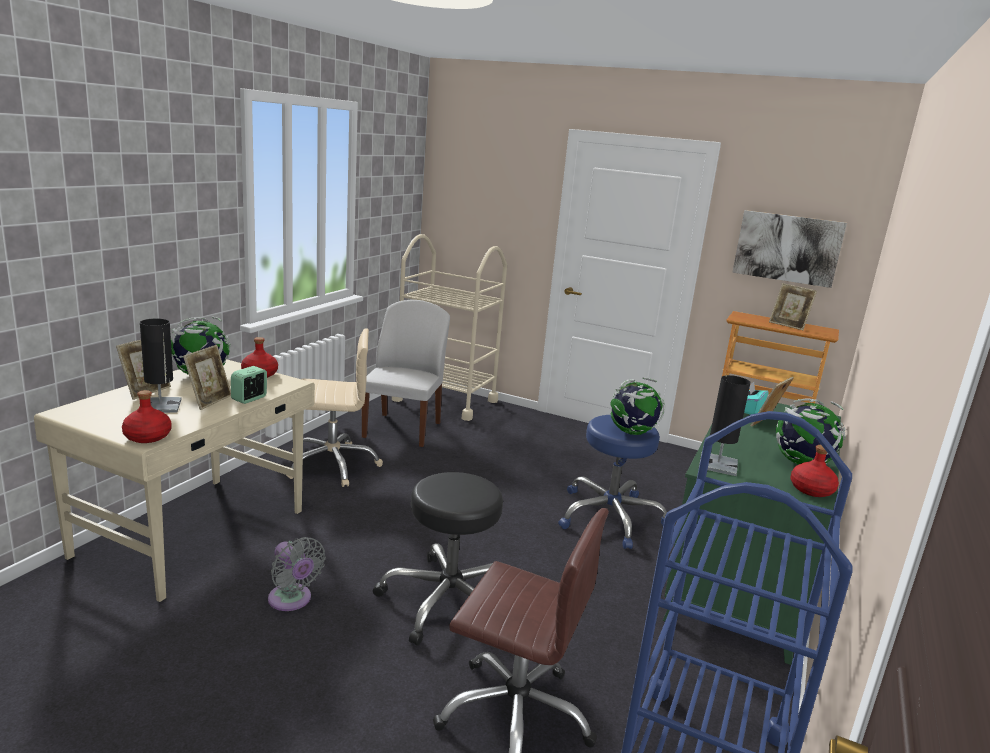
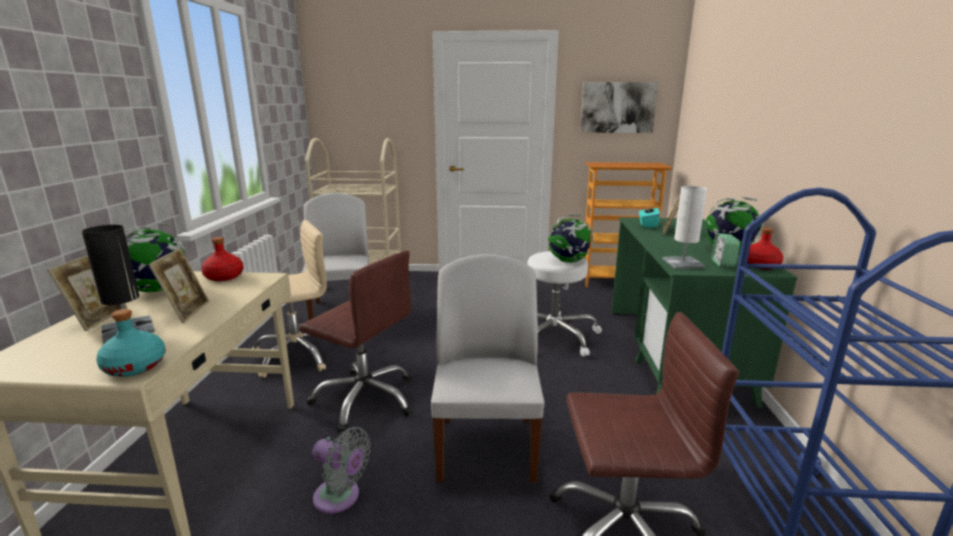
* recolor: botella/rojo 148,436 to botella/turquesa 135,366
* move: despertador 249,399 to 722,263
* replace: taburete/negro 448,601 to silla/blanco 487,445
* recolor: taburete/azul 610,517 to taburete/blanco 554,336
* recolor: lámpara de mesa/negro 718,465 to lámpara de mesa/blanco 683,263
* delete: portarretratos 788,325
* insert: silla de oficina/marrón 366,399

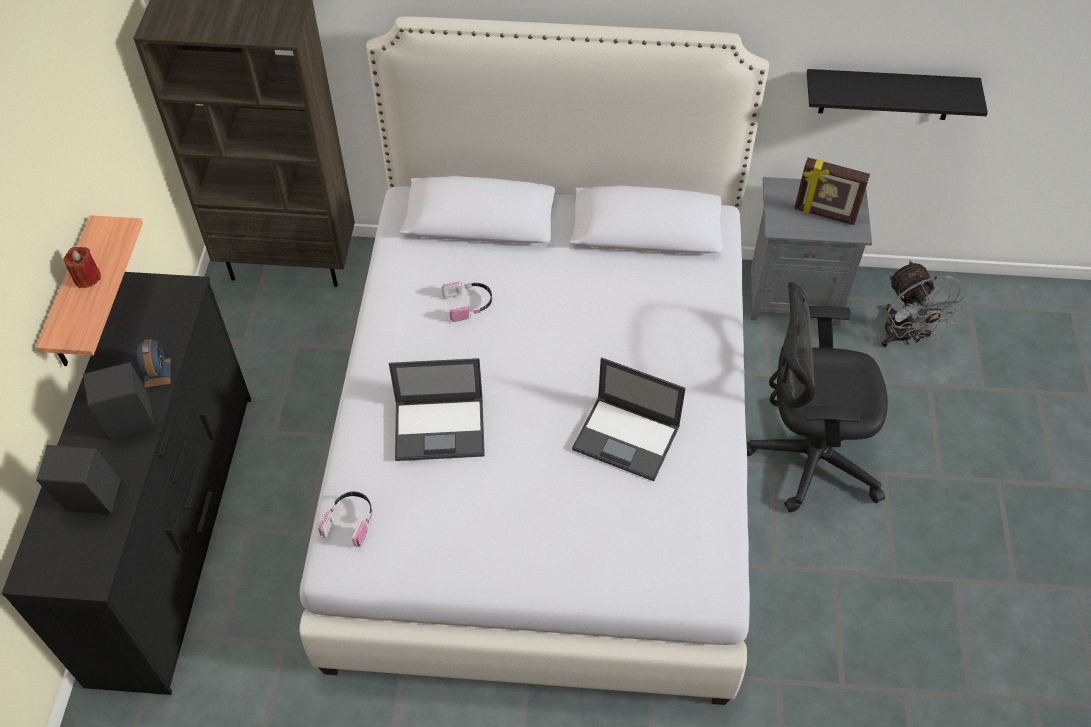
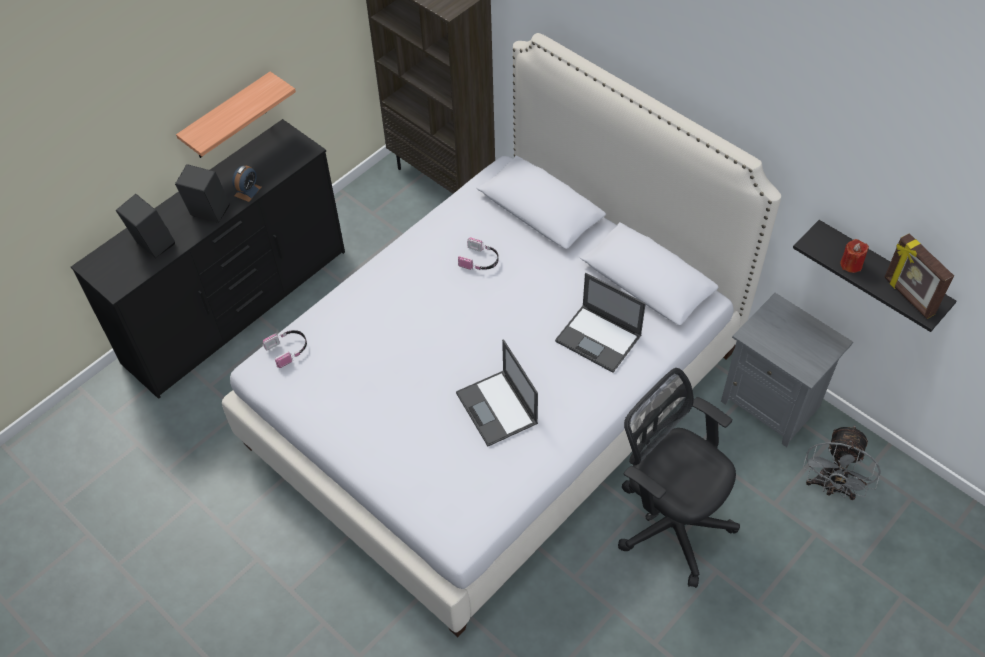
* move: vela/rojo 87,277 to 851,264
* move: portátil 441,428 to 599,339
* move: portarretratos 824,214 to 908,296

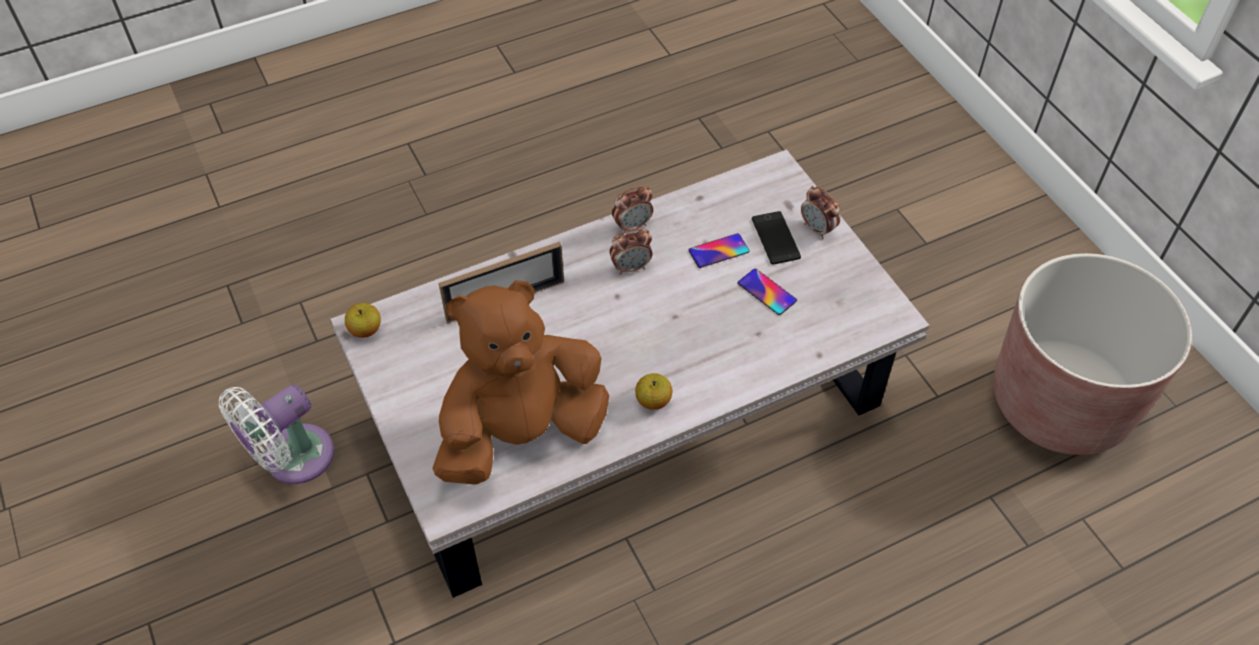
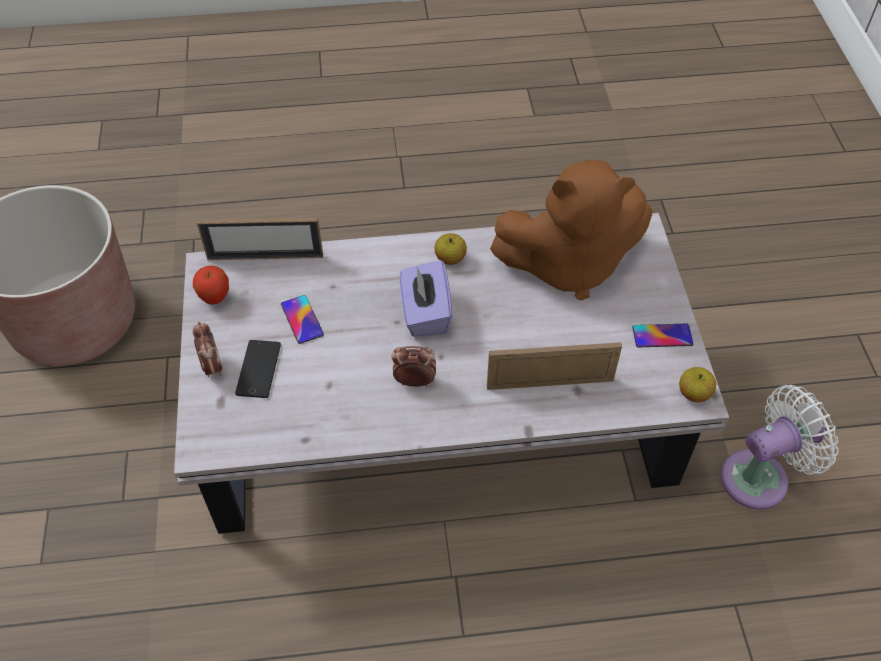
* delete: despertador 632,226
* move: móvil 718,251 to 662,336
* insert: manzana 215,298
* insert: portarretratos 265,257
* insert: caja de pañuelos/morado 425,313

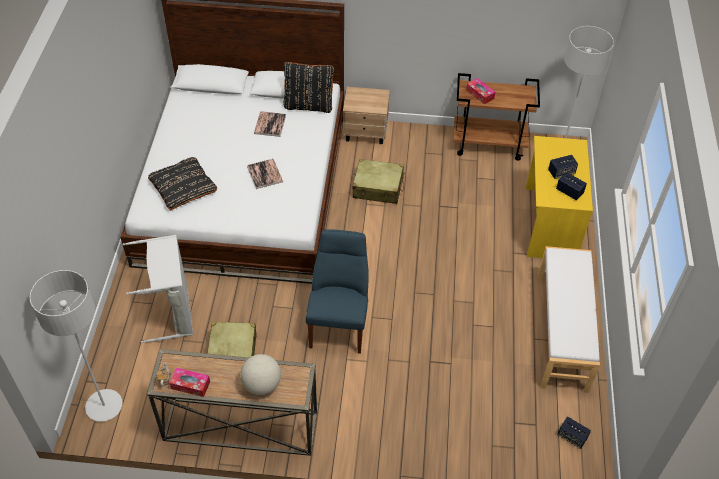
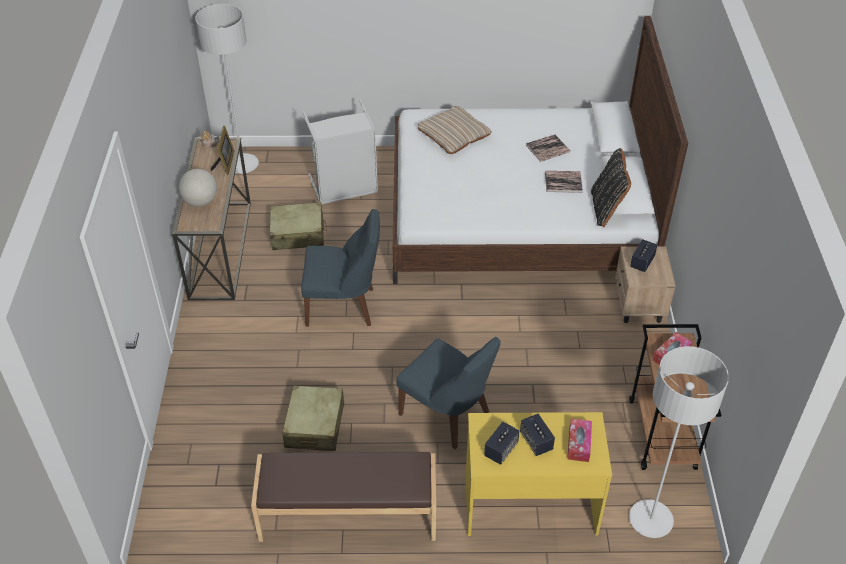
* recolor: cojín/negro 183,186 to cojín/beis 454,134
* move: caja de pañuelos 190,385 to 579,444
* move: libro 265,174 to 547,149
* move: maleta/beis 378,188 to 314,426
* recolor: banco/blanco 562,331 to banco/marrón 348,516
* move: altavoz 572,437 to 642,262
* insert: portarretratos 225,163
* insert: silla/azul 447,415

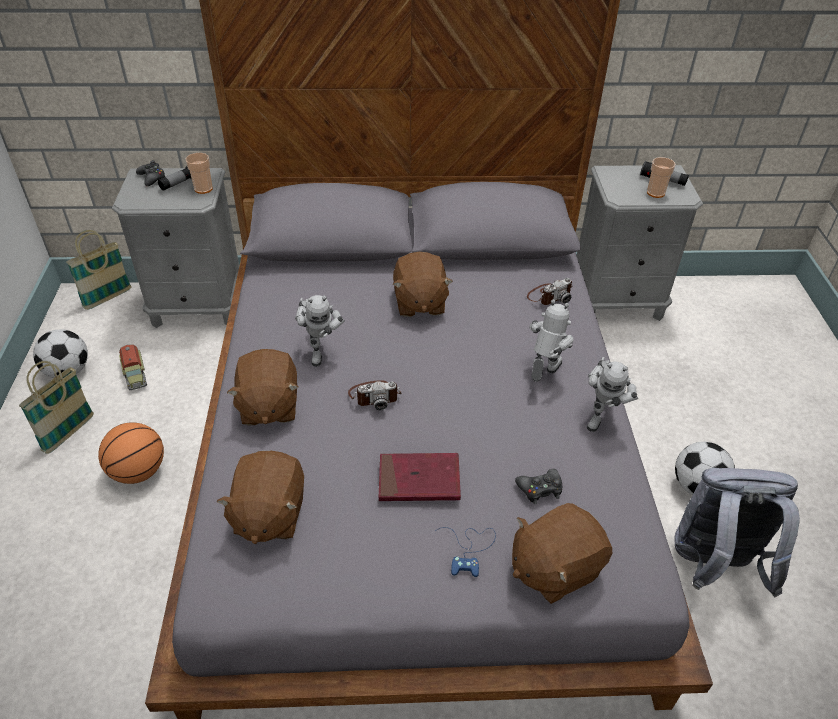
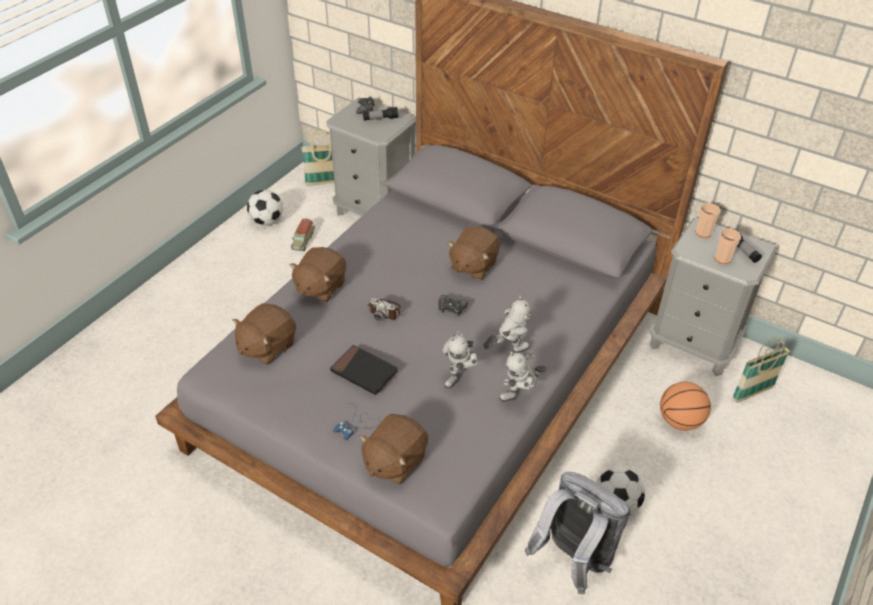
* move: cesta 69,433 to 752,393
* move: balón de baloncesto 139,471 to 680,421
* move: taza 203,189 to 703,232
* move: robot de juguete 321,350 to 460,376
* recolor: libro/rojo 419,480 to libro/negro 364,372
* rotate: peluche/marrón 554,567 = 394,461 60 degrees counterclockwise
* move: mando de consola/negro 540,489 to 451,308
* delete: cámara 549,296

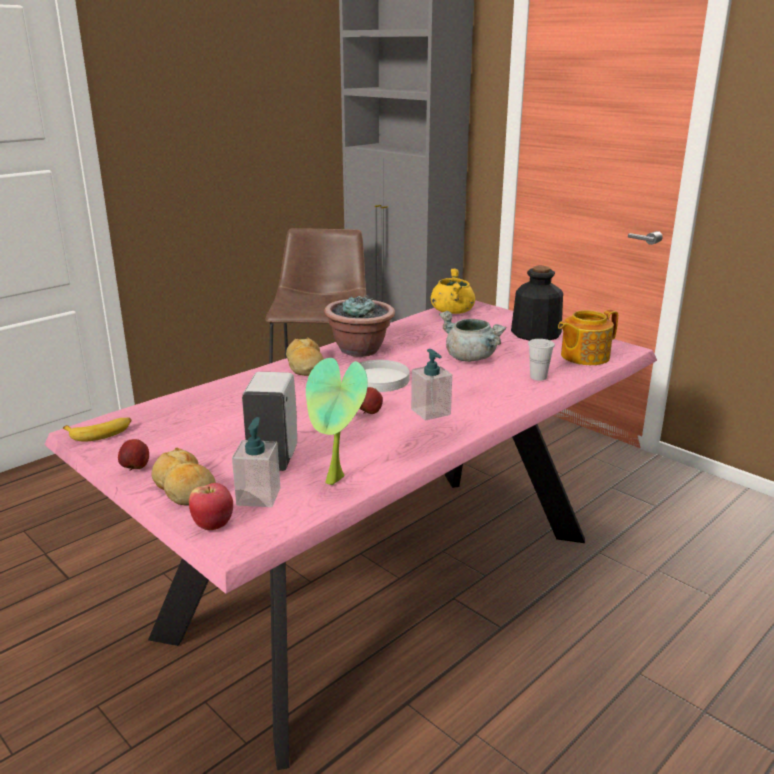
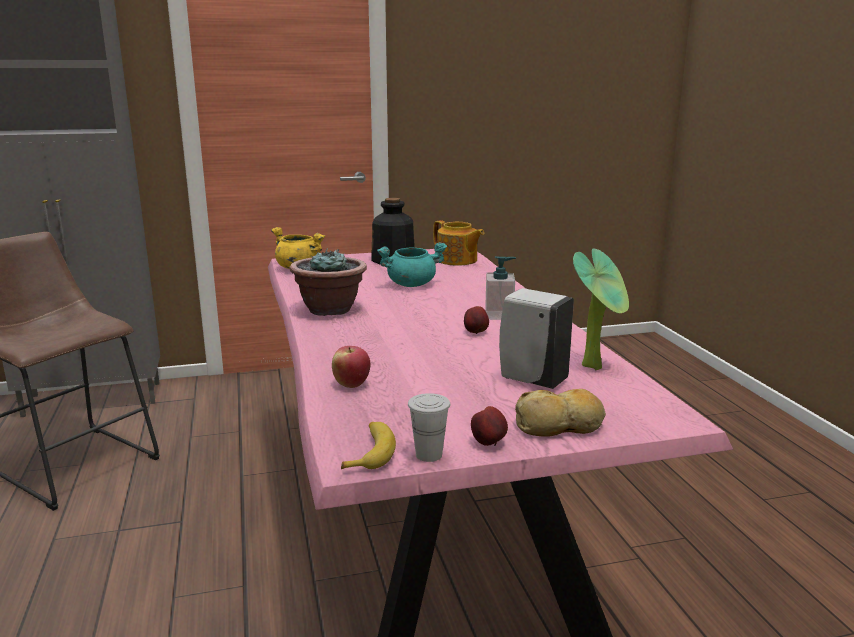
* move: manzana 213,525 to 351,384
* delete: dispensador de jabón 258,496
* delete: pan 305,366
* delete: plato/blanco 378,379
* recolor: olla/gris 471,358 to olla/turquesa 411,284
* move: taza/blanco 538,377 to 429,455
* rotate: tetera 583,356 = 457,260 45 degrees counterclockwise

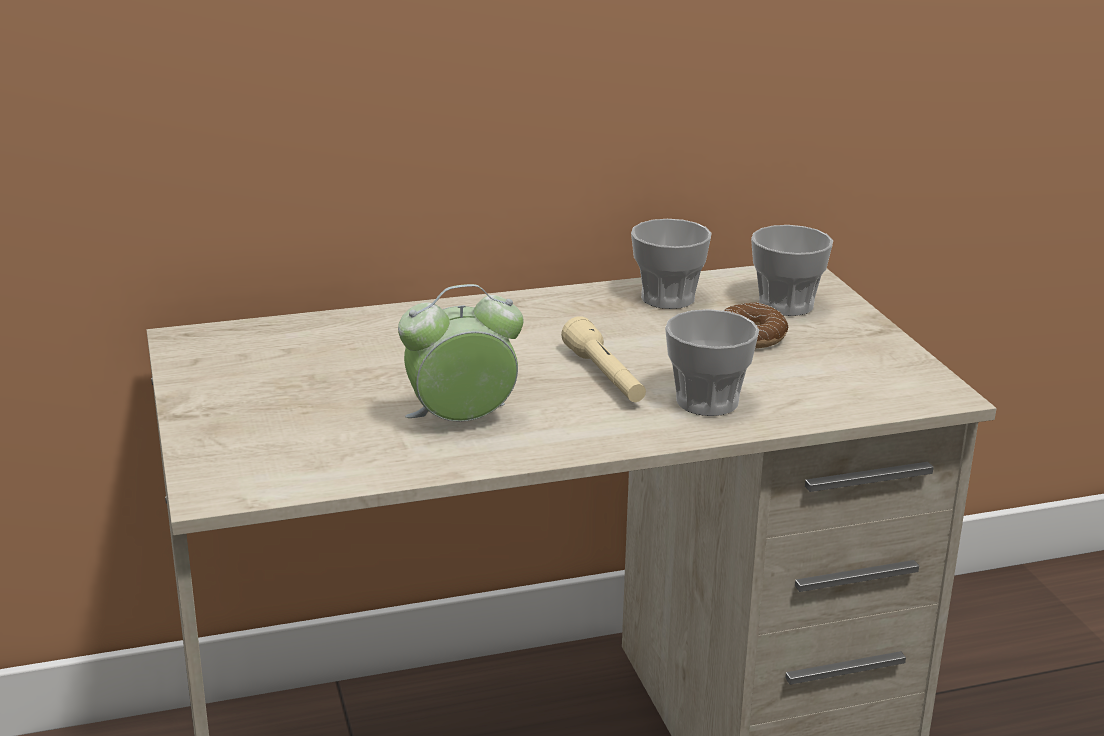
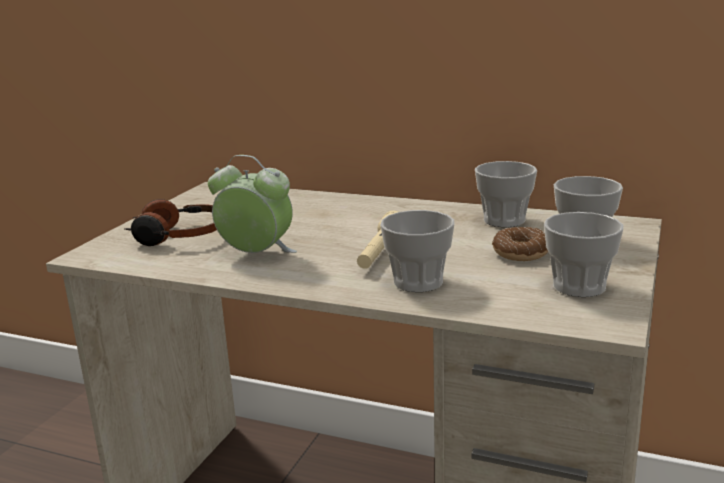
* insert: auriculares 179,236
* insert: taza 579,286

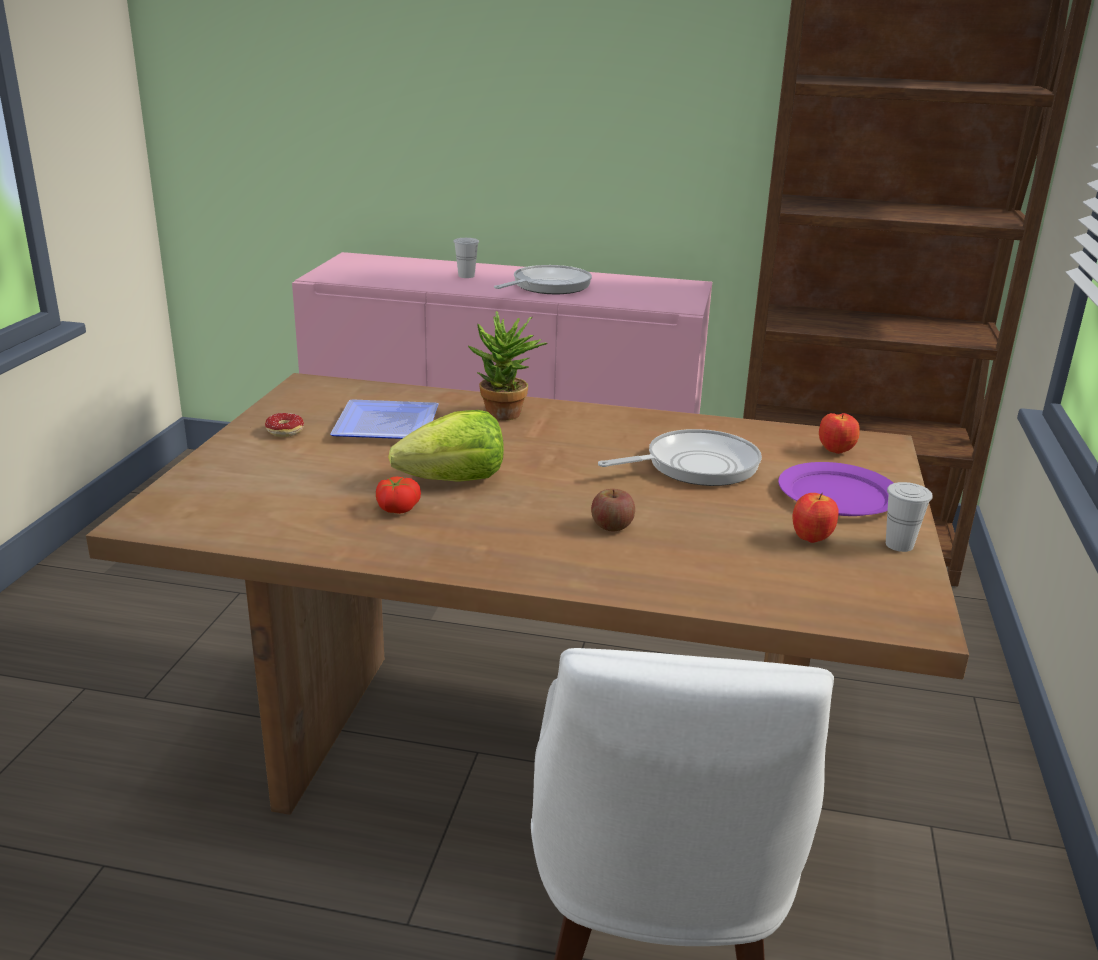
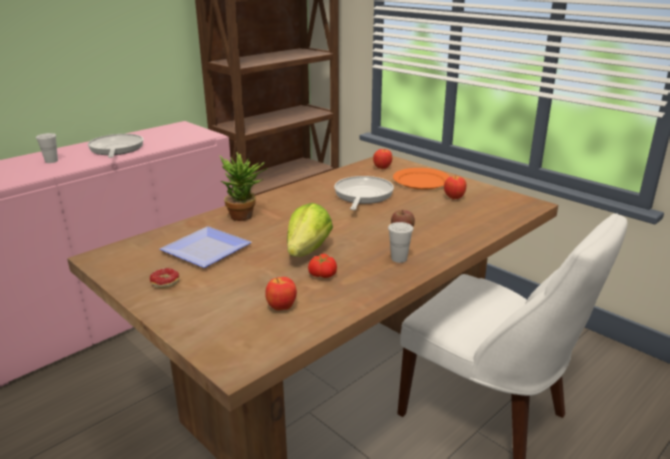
* recolor: plato/morado 837,495 to plato/naranja 421,181
* move: taza/blanco 899,545 to 399,258
* insert: manzana 281,308

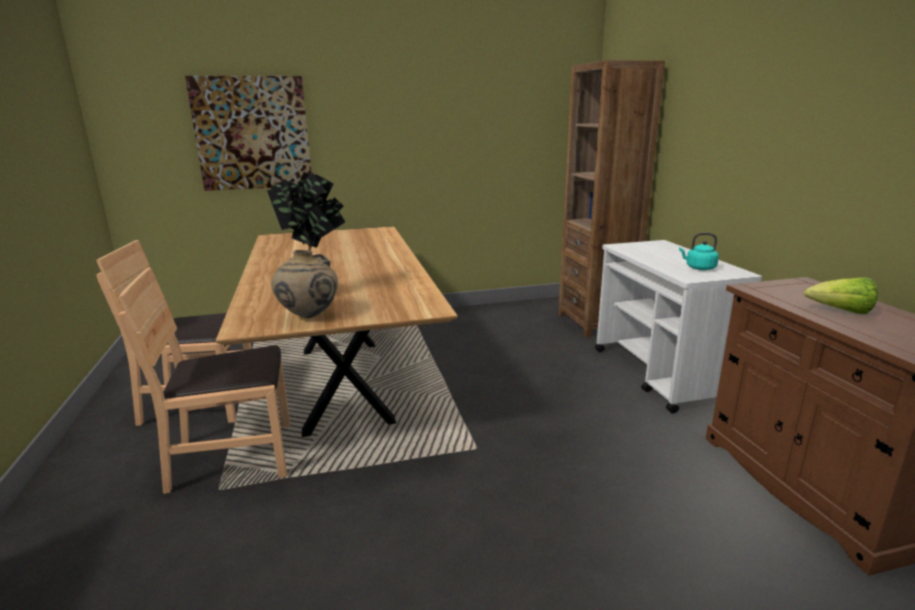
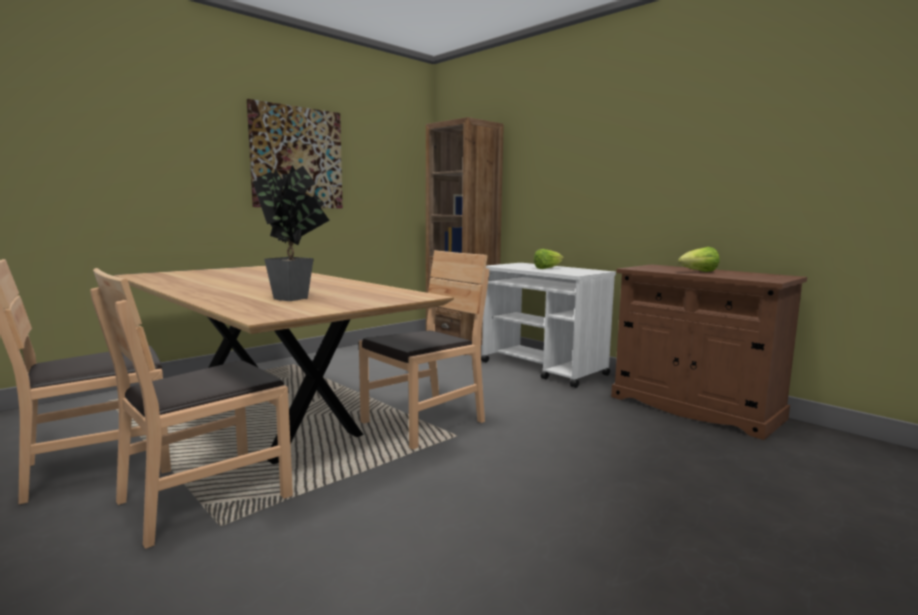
* move: cuadro 252,133 to 297,158
* delete: florero/beis 308,317
* delete: hervidor/turquesa 698,268
* insert: silla/marrón 424,423
* insert: lechuga 547,268

